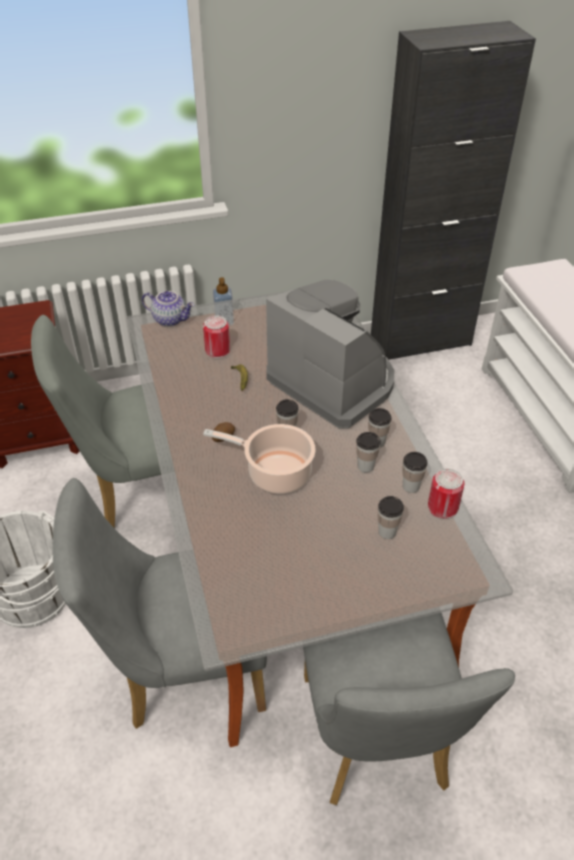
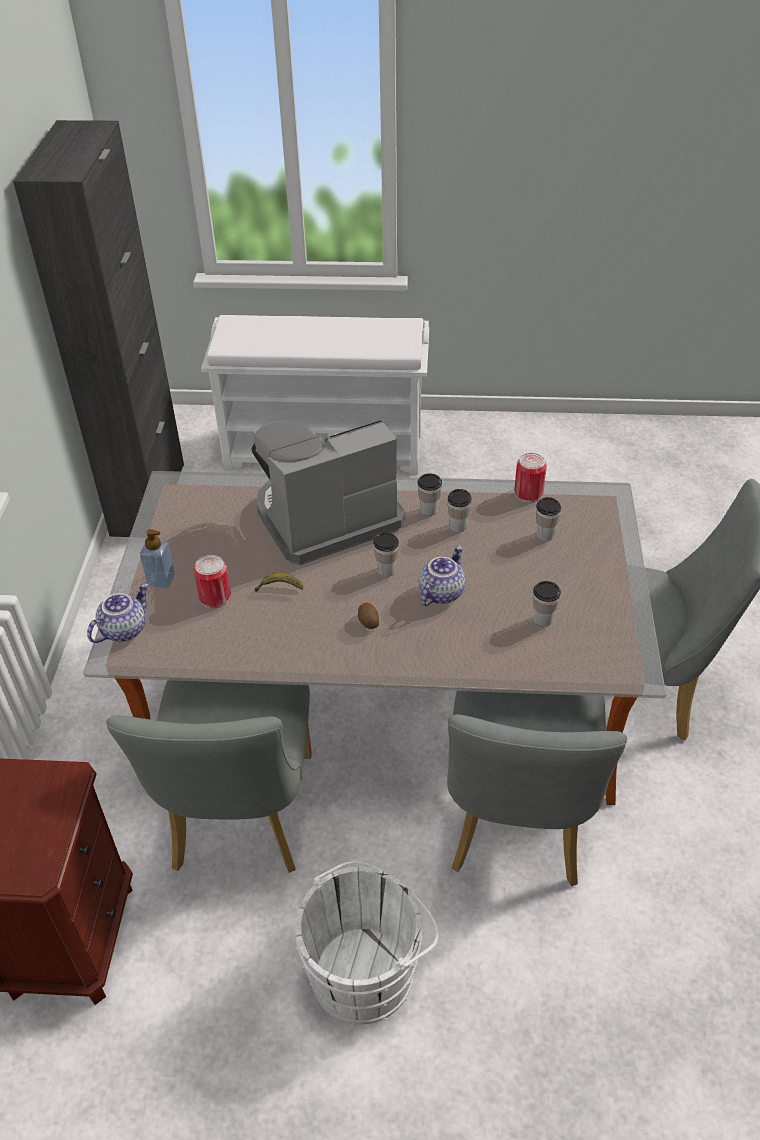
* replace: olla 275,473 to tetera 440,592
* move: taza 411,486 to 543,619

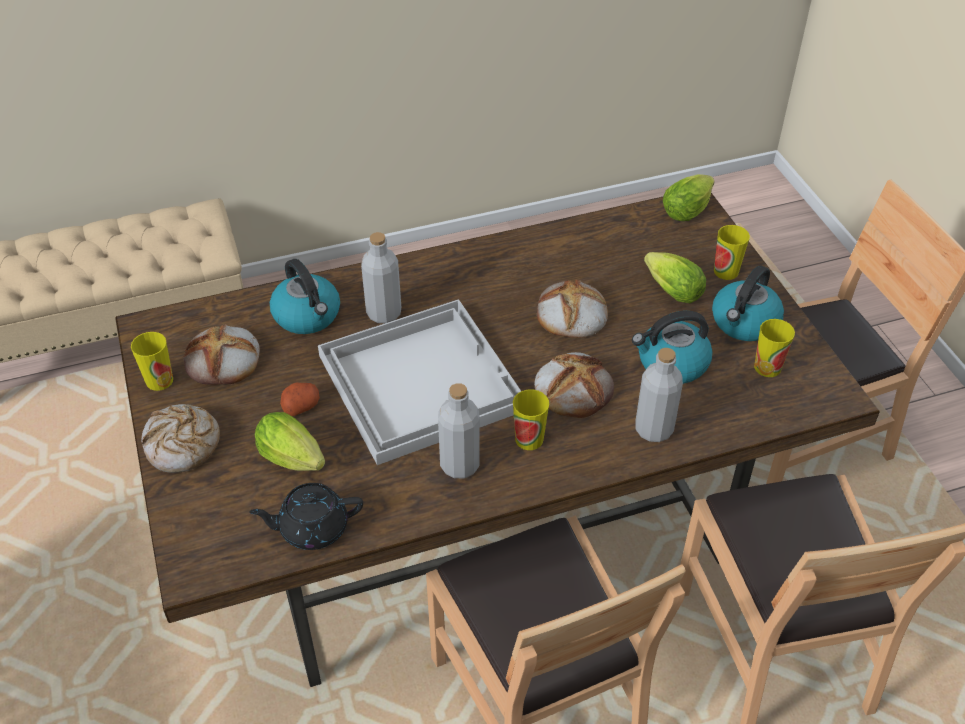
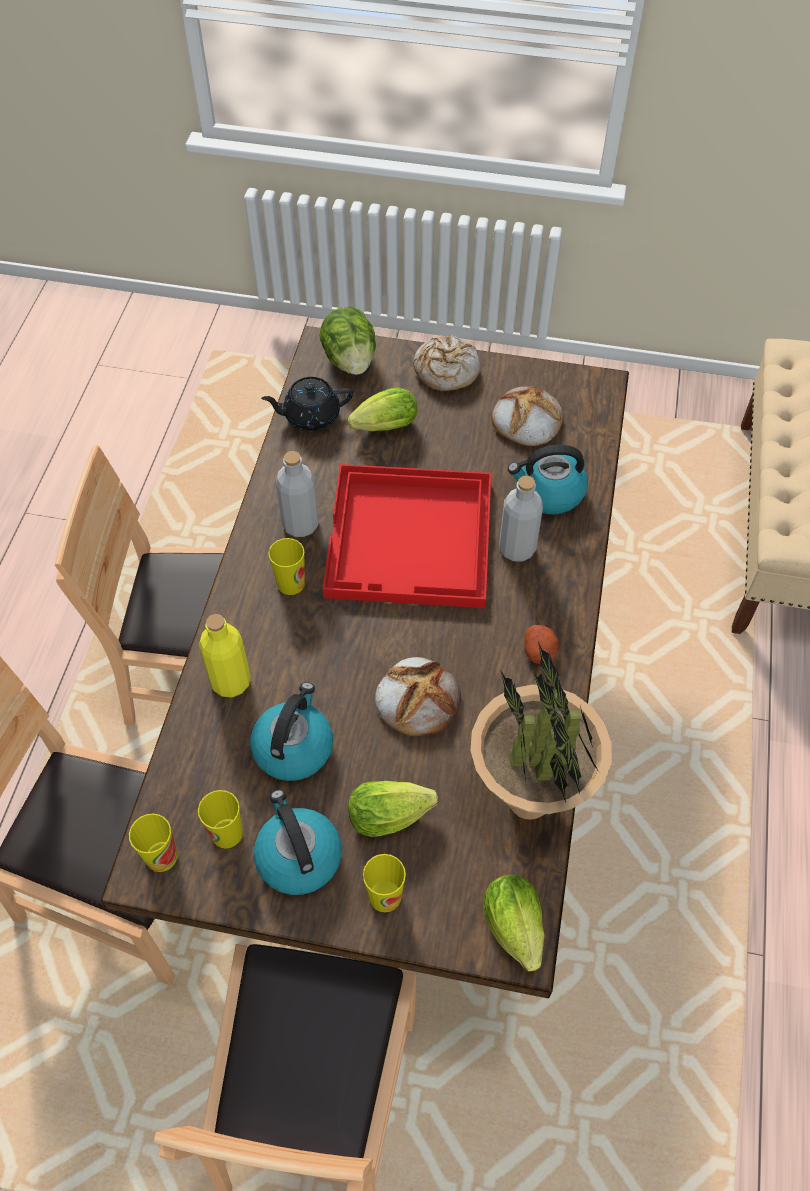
* move: taza 159,380 to 161,856
* rotate: tetera/negro 312,528 = 310,415 120 degrees counterclockwise
* move: patata 301,406 to 540,652
* recolor: bandeja/blanco 421,380 to bandeja/rojo 411,539
* delete: pan 573,388
* recolor: botella/gris 654,429 to botella/amarillo 231,681
* insert: lechuga 350,360
* insert: planta en maceta 529,801

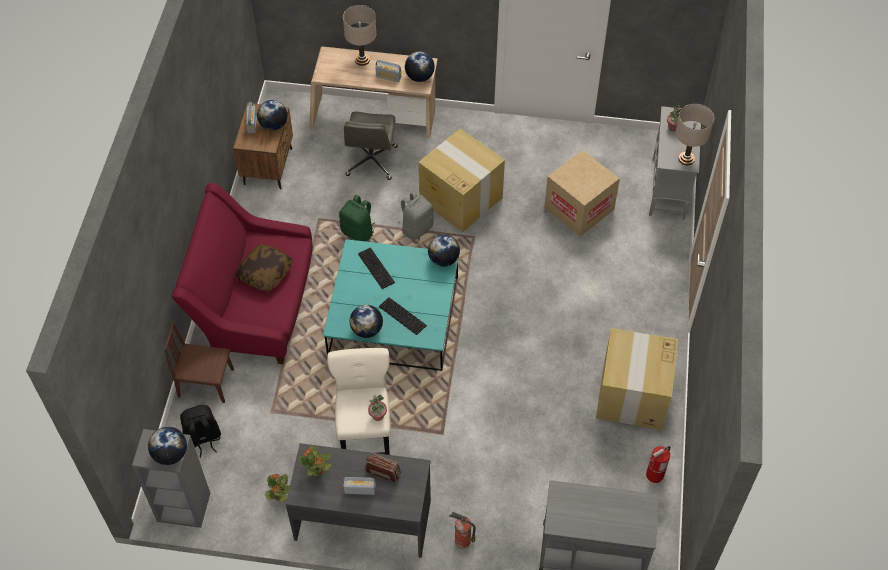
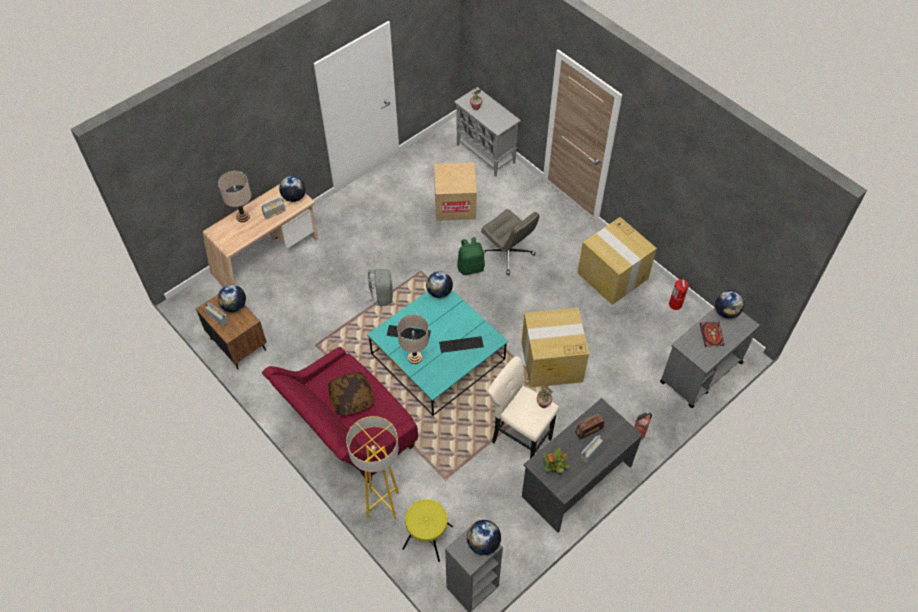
* replace: silla/marrón 206,383 to lámpara de pie/amarillo 383,505
* replace: mochila/negro 203,439 to taburete/amarillo 427,537
* delete: planta en maceta 280,497
* move: mochila/verde 358,232 to 471,267
* move: silla de oficina/gris 371,161 to 508,254
* move: globo terráqueo 367,330 to 726,312
* move: caja de cartón 460,198 to 551,362
* move: lámpara de mesa/beis 686,159 to 414,358
* insert: libro 712,335

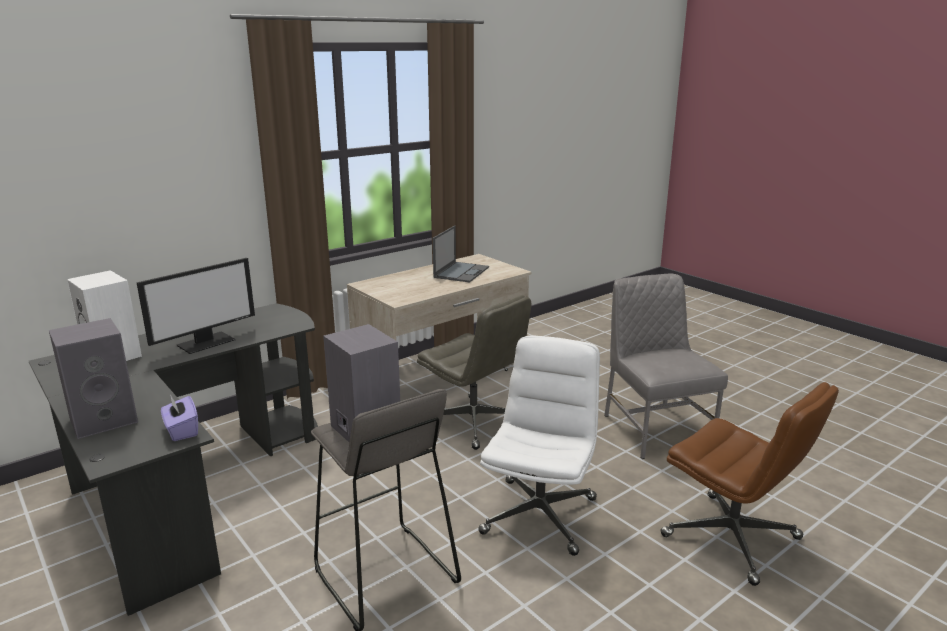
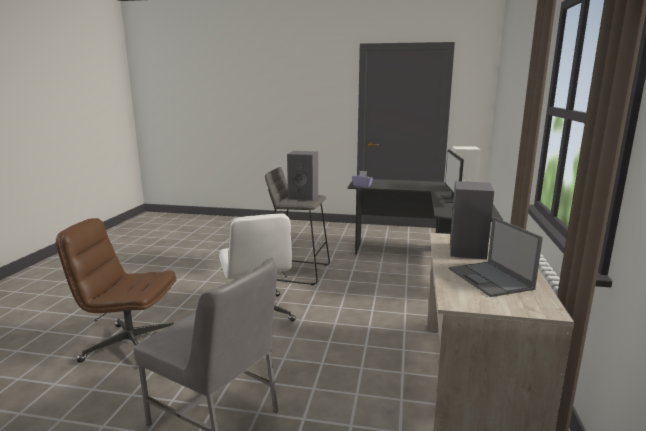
* move: altavoz/gris 105,419 to 468,251
* delete: silla de oficina/gris 474,422

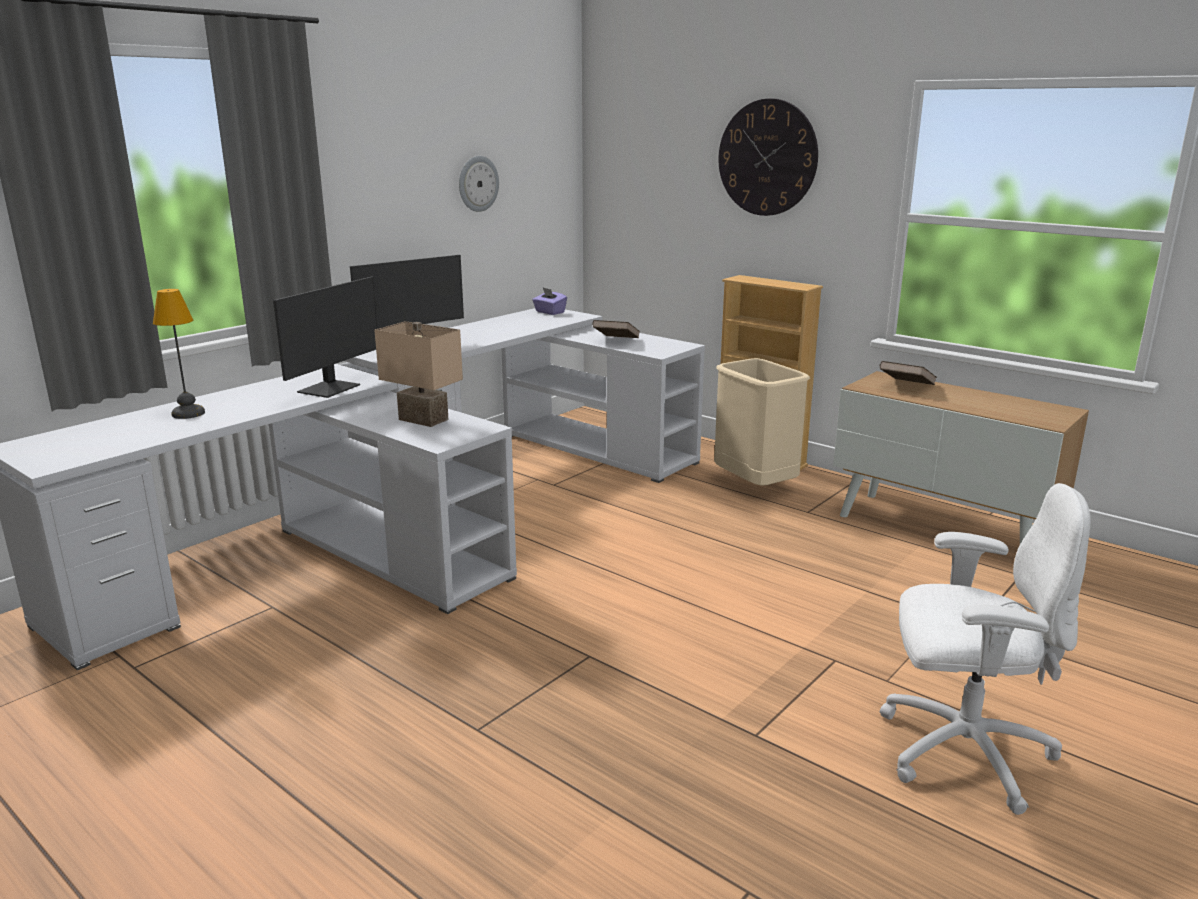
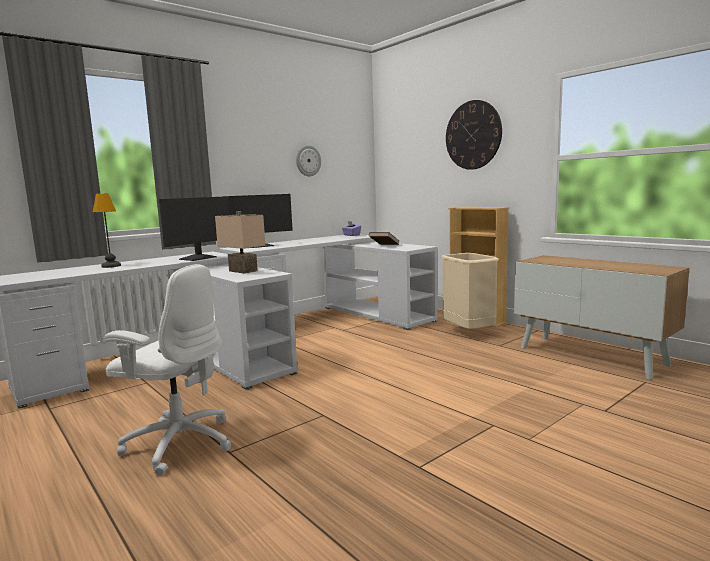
* delete: libro/marrón 906,387
* move: silla de oficina/blanco 961,751 to 179,443

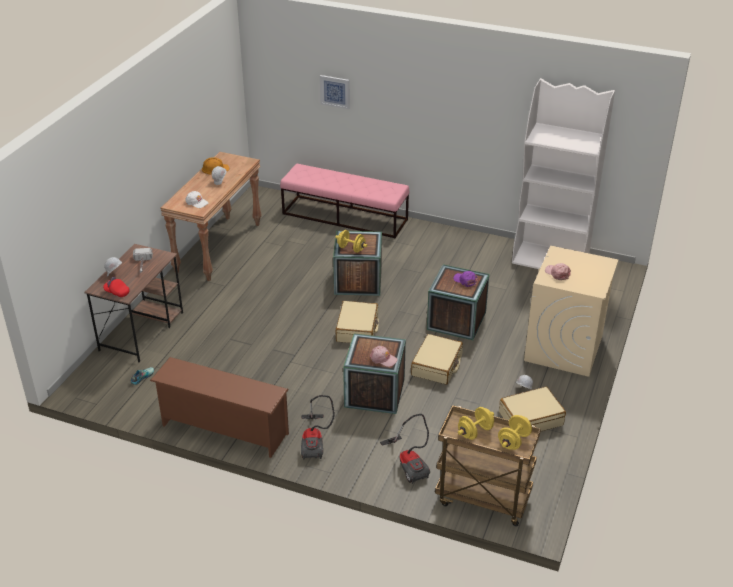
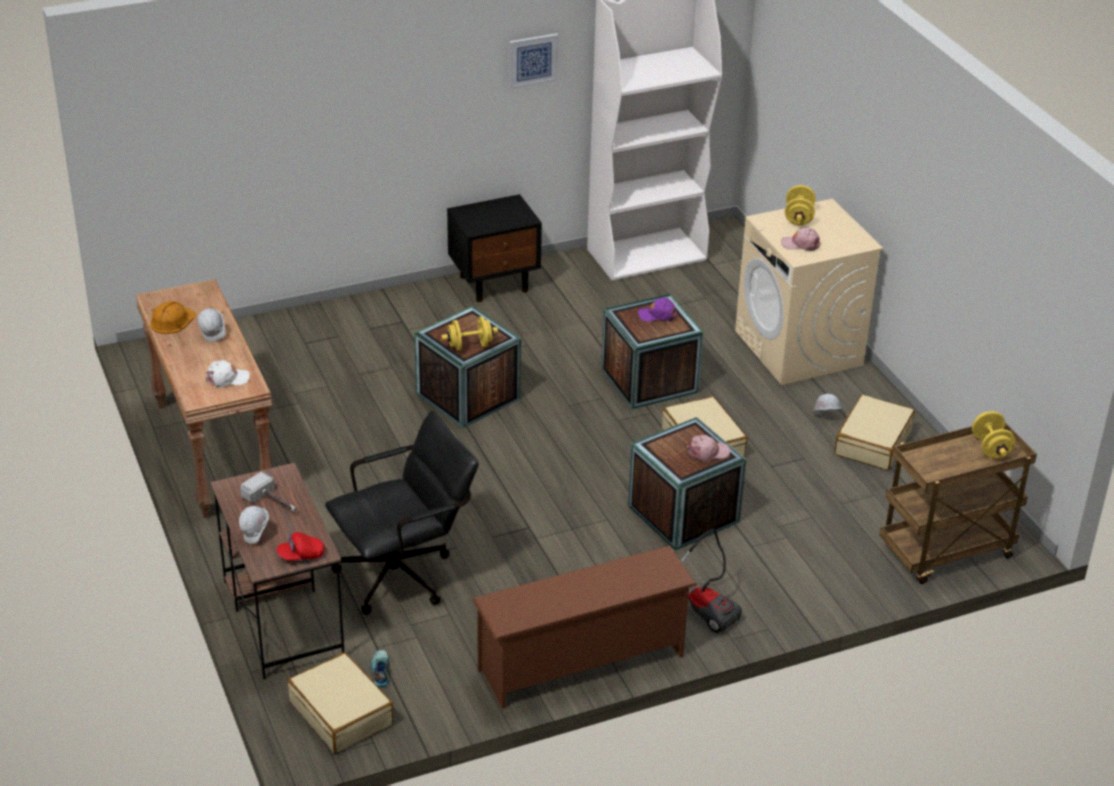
* delete: banco/rosa 345,217
* move: cuadro 335,91 to 532,60
* move: maleta/beis 357,329 to 341,713
* delete: aspiradora 410,464
* move: mancuerna/amarillo 475,432 to 798,217
* insert: silla de oficina/negro 405,573
* insert: mesita de noche/negro 495,283

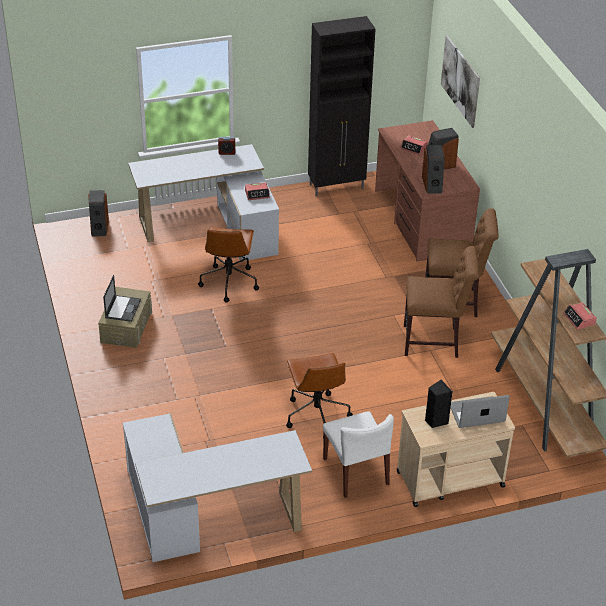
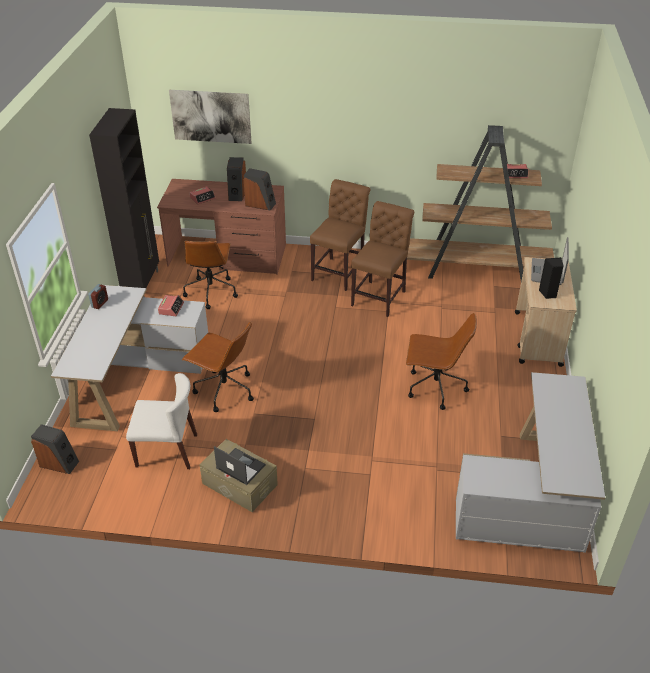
* move: silla/blanco 356,472 to 167,450
* insert: silla de oficina/marrón 211,291

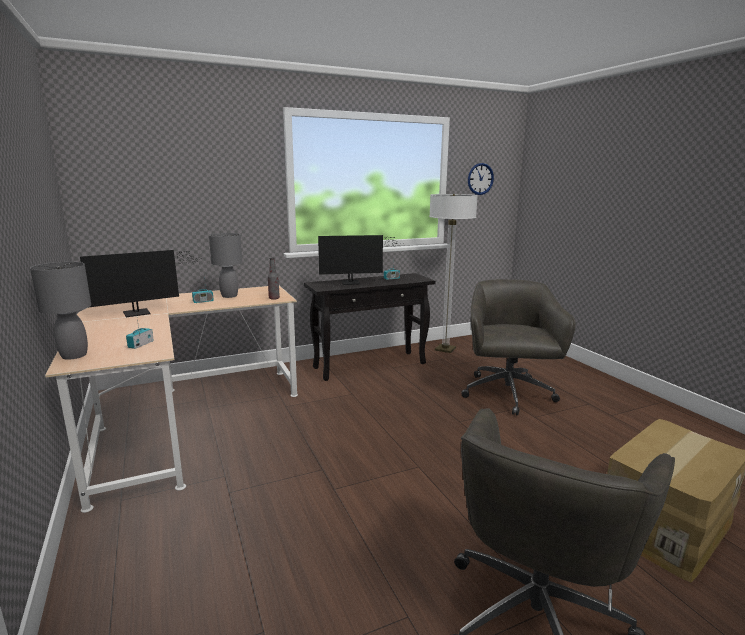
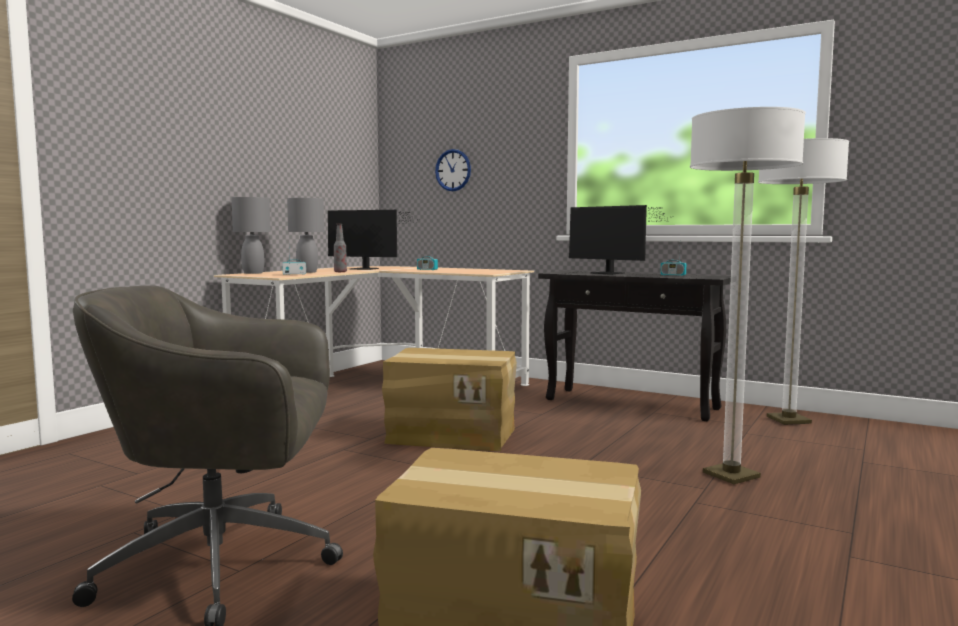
* move: lámpara de mesa/gris 229,296 to 307,272
* move: botella 274,298 to 340,272
* replace: silla de oficina/gris 507,394 to lámpara de pie 731,475
* move: reloj de pared 480,179 to 453,170
* insert: caja de cartón 452,434

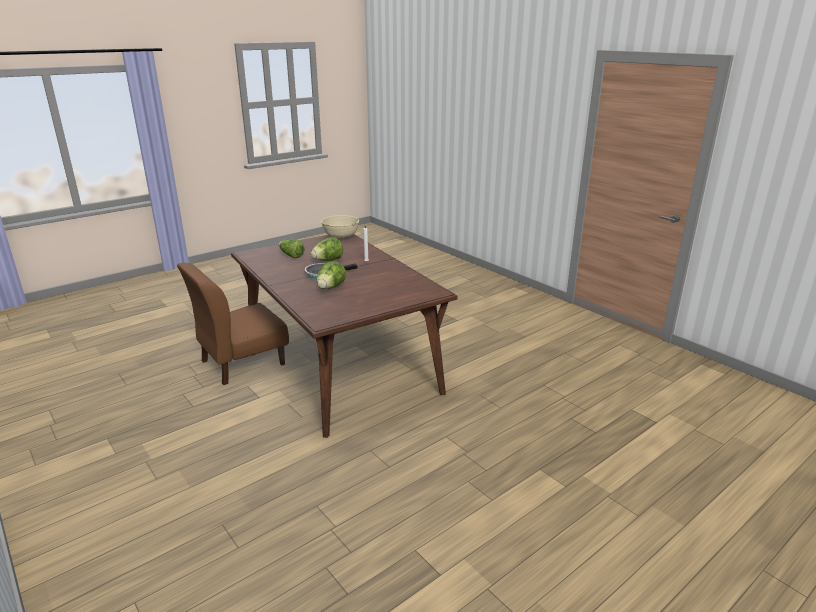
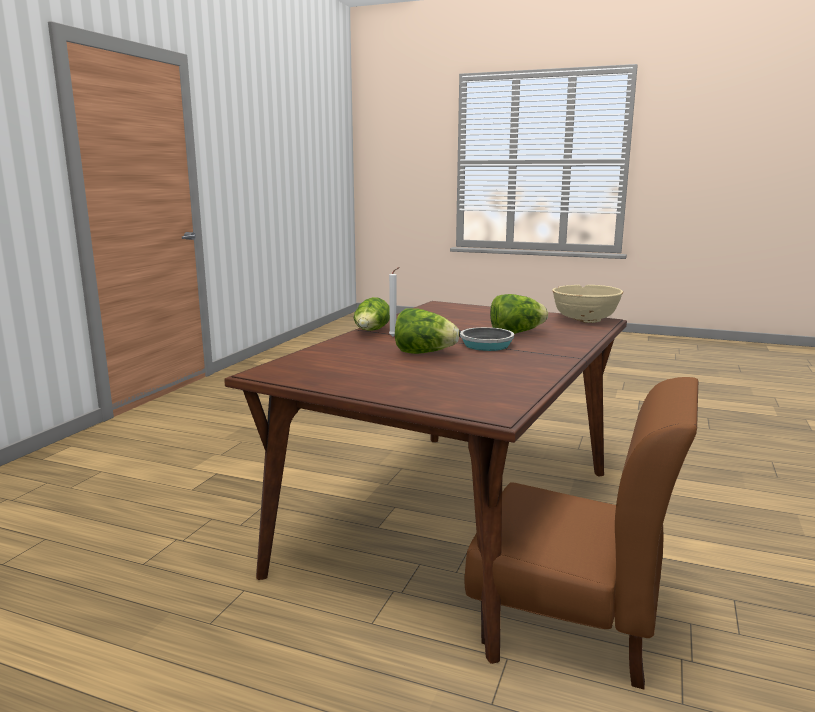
* move: lechuga 291,255 to 371,331
* move: cuenco/beis 341,236 to 585,320

